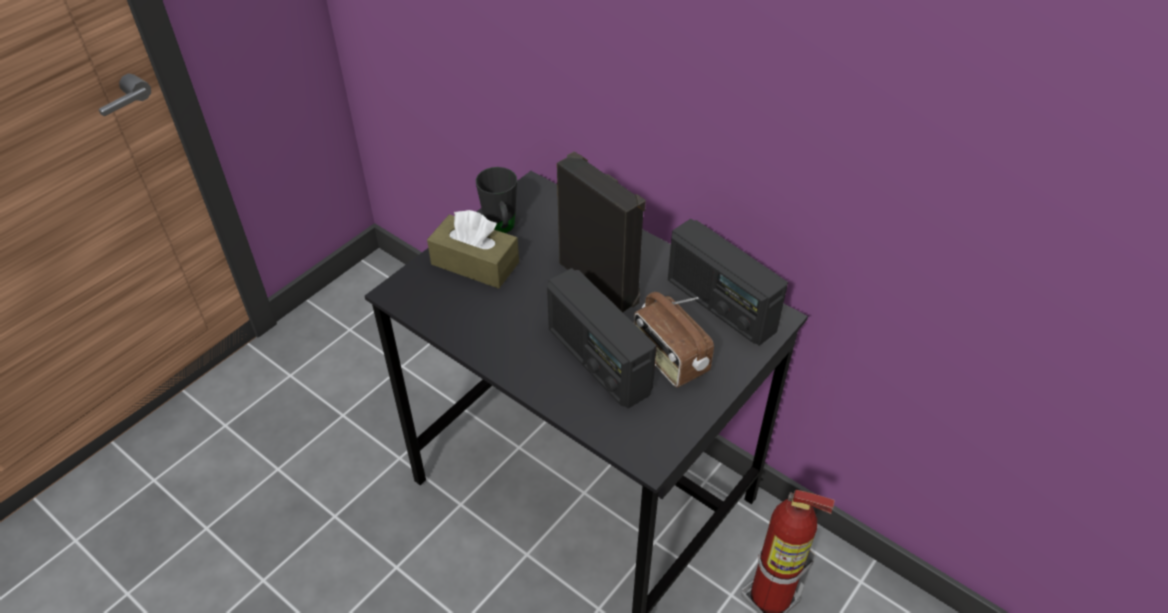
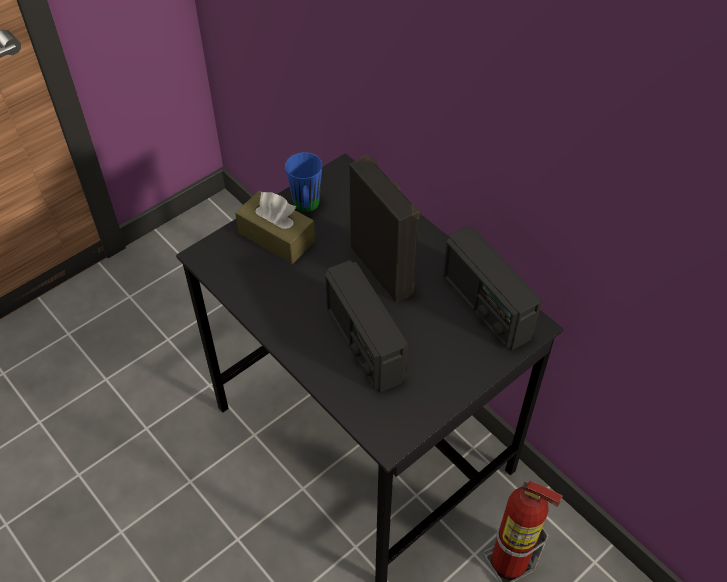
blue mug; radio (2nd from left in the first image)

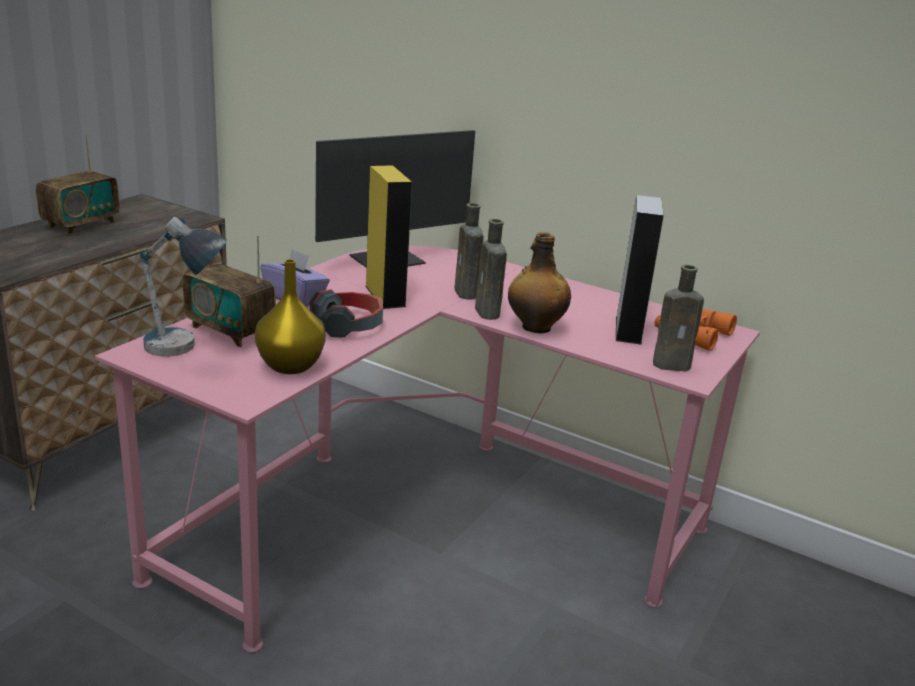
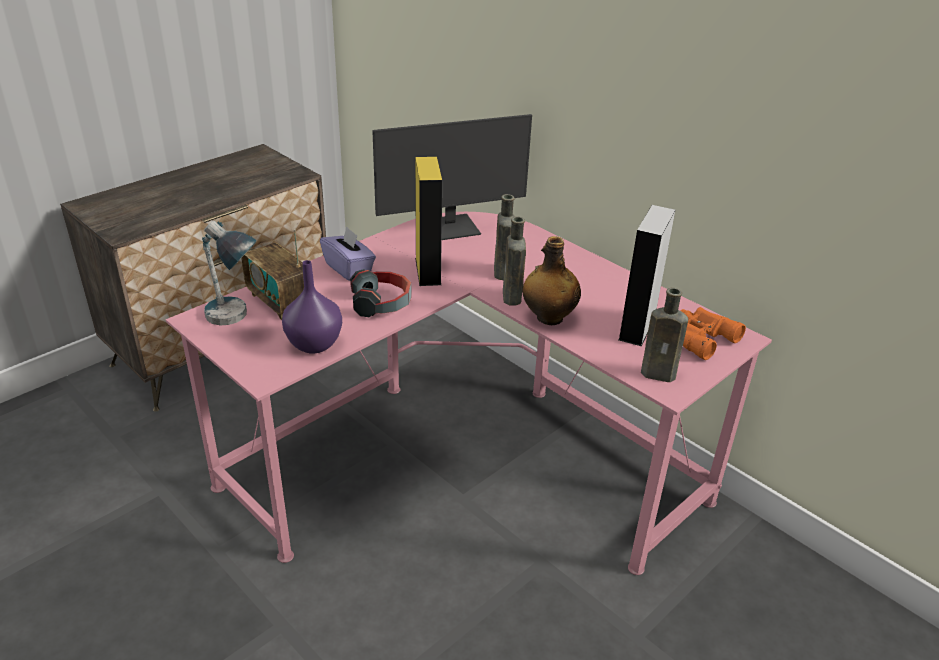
purple vase; radio (1st from left in the first image)

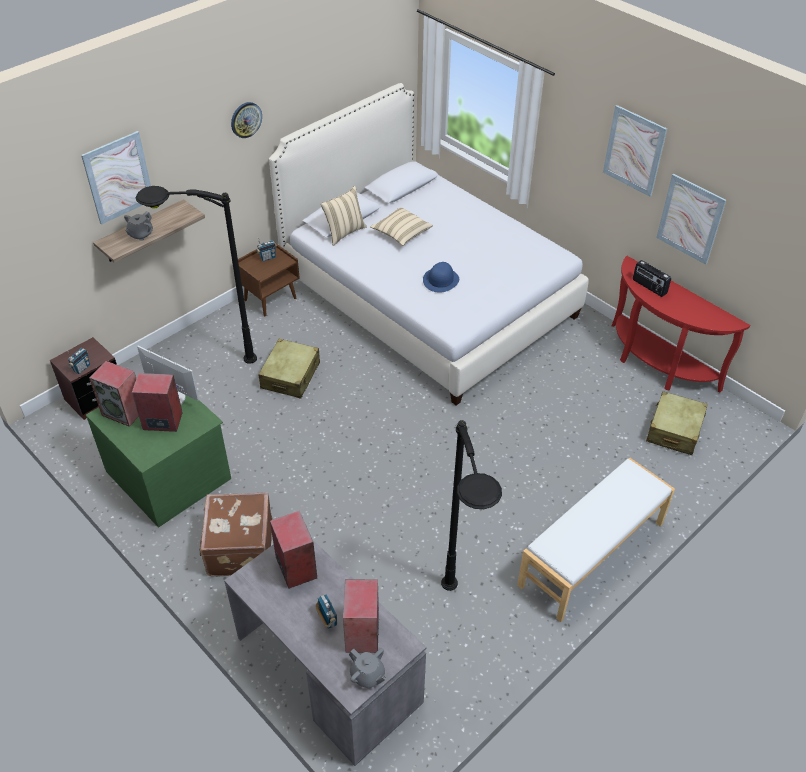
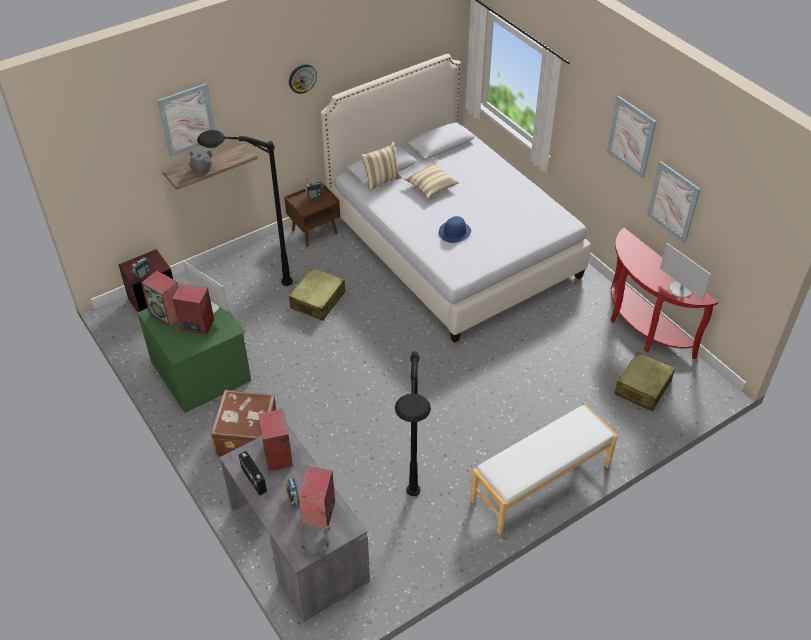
radio (2nd from left); monitor (2nd from left)

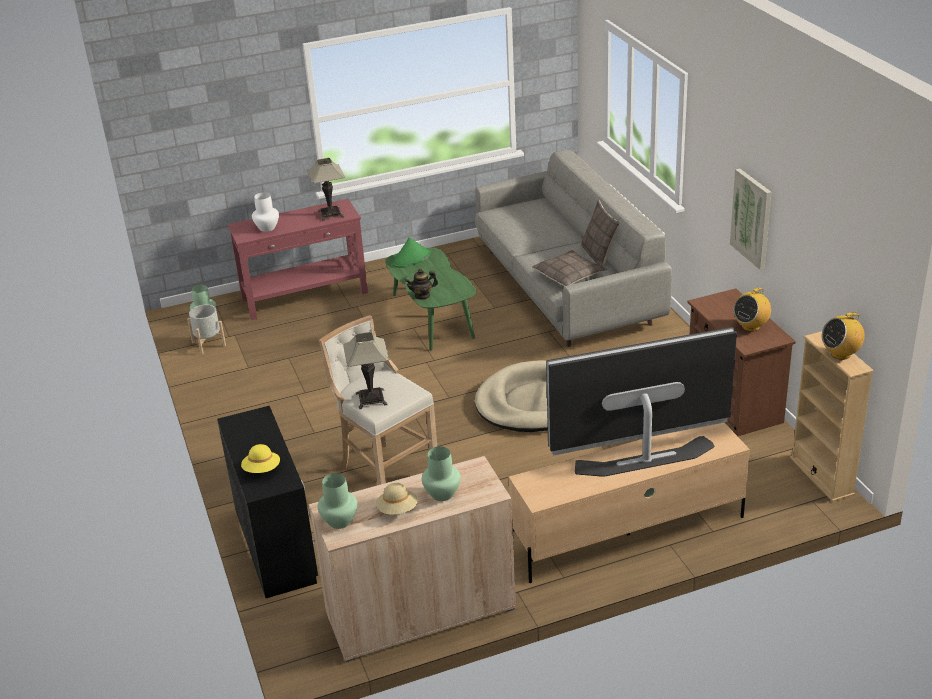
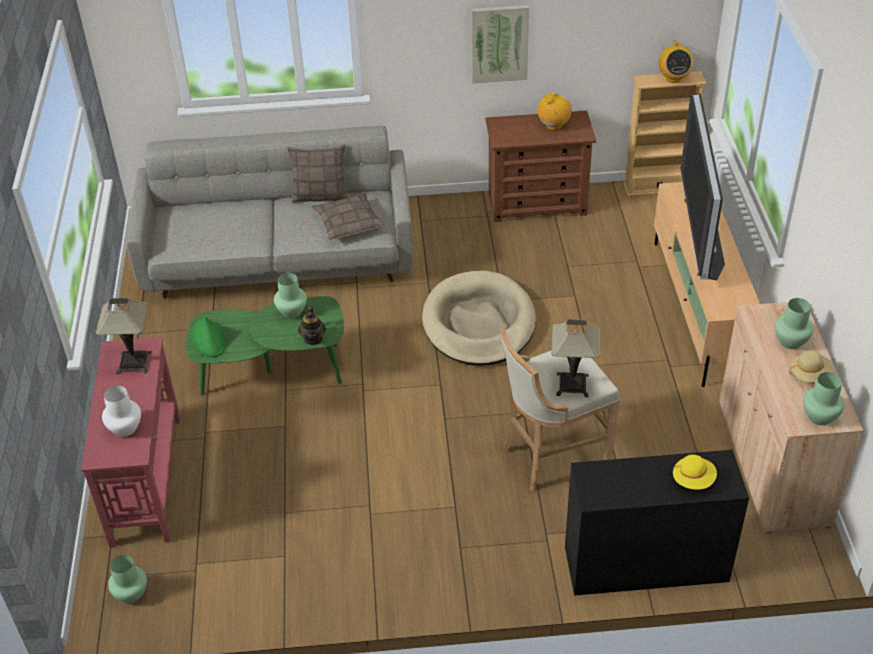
green vase (2nd from left); radio (1st from left); grey planter

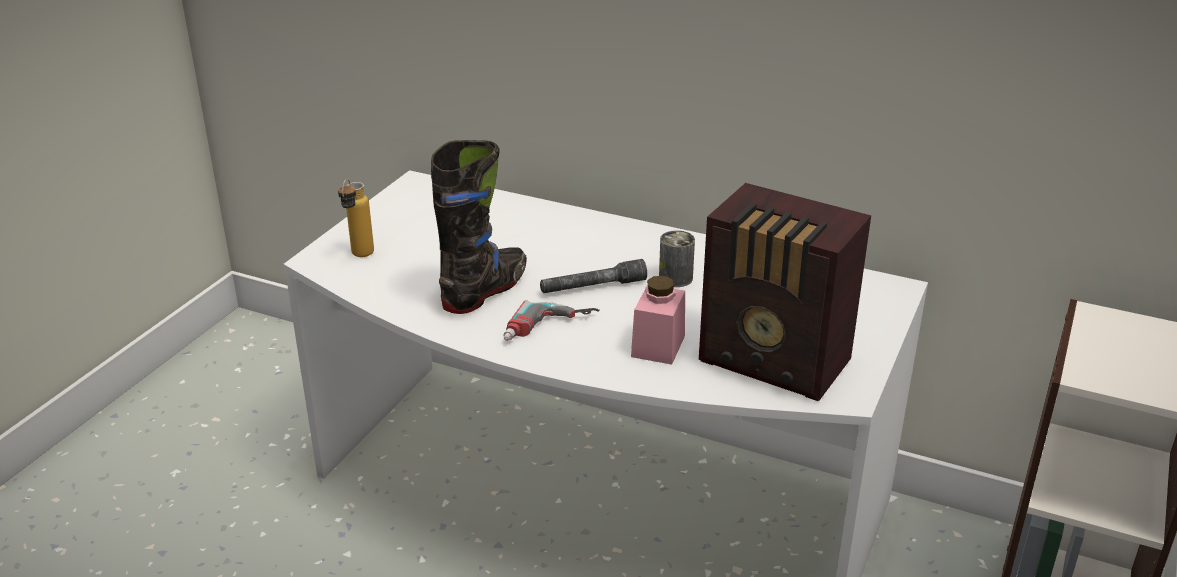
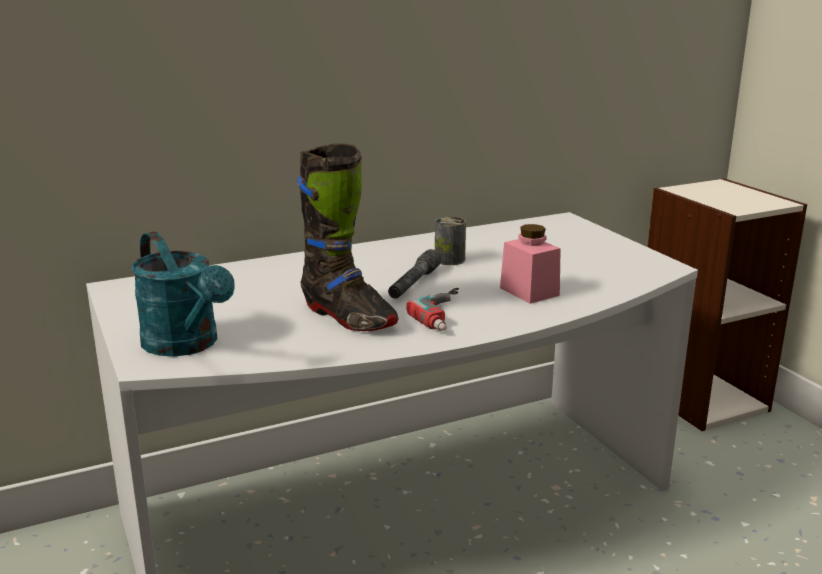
turquoise watering can; black boot; radio

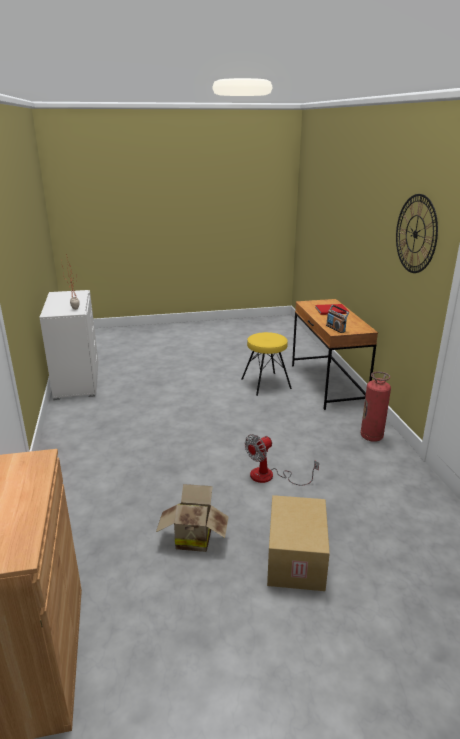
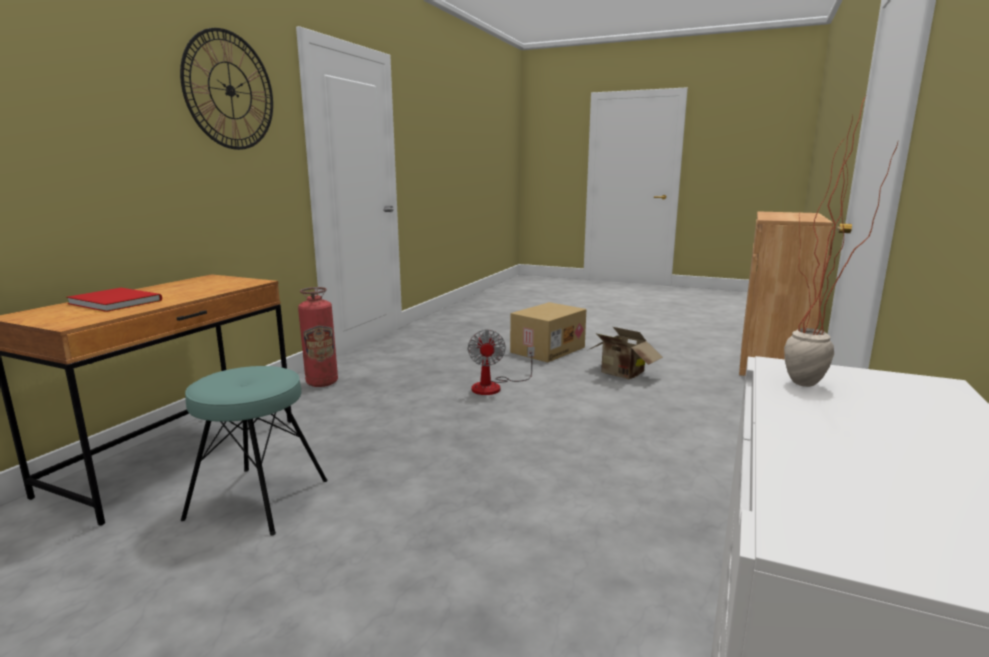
turquoise stool; fan; radio

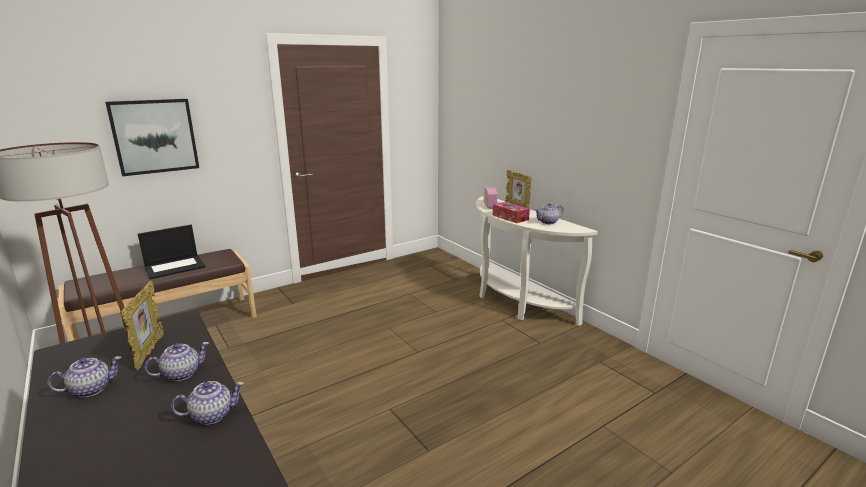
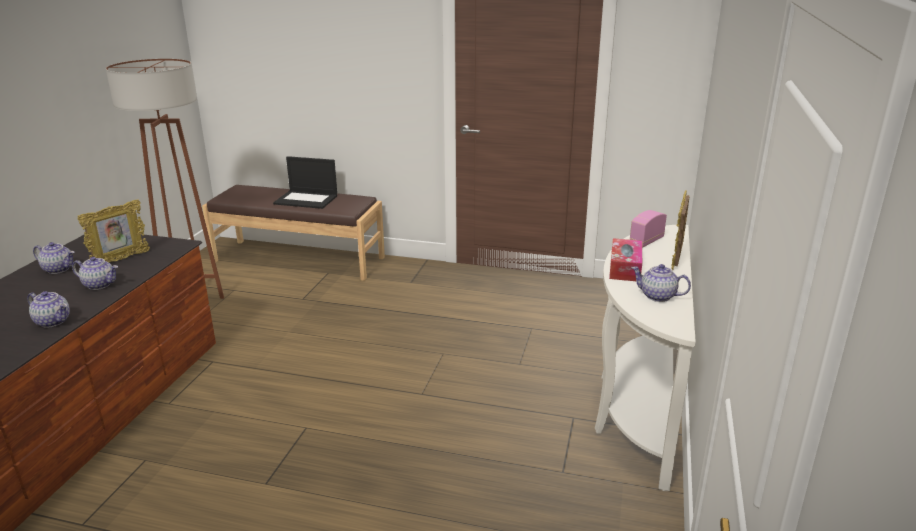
picture

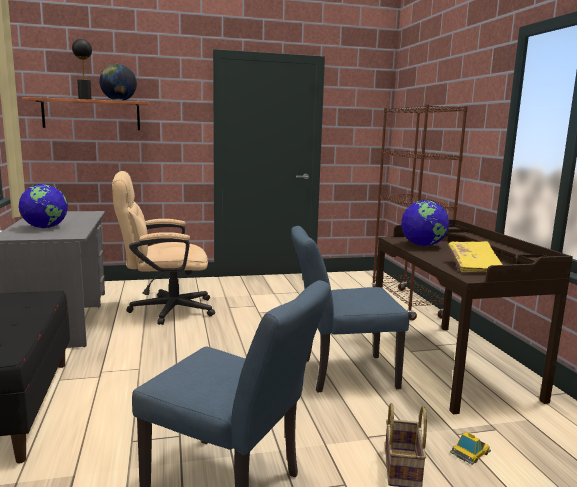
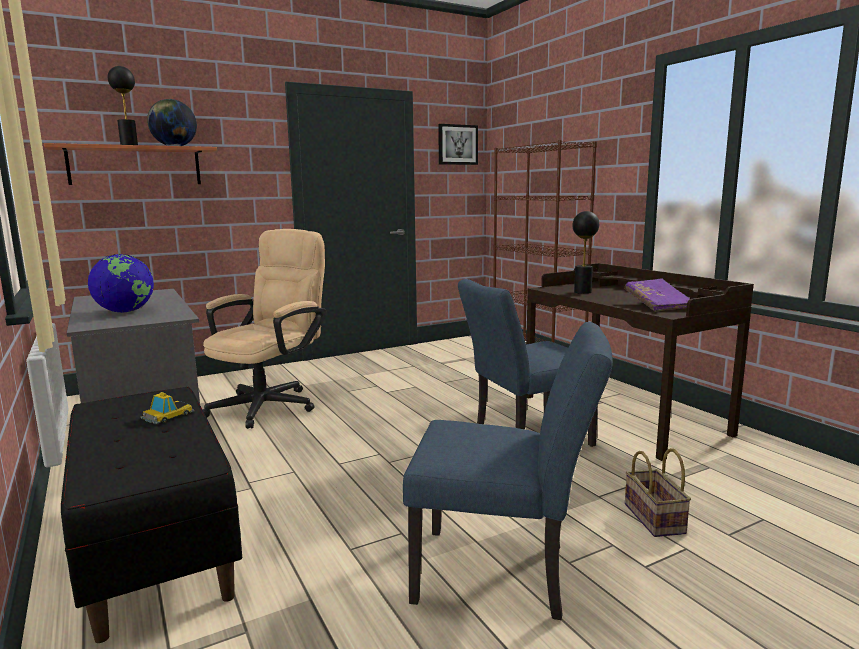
toy car; beige office chair; picture; black table lamp (2nd from left); purple book

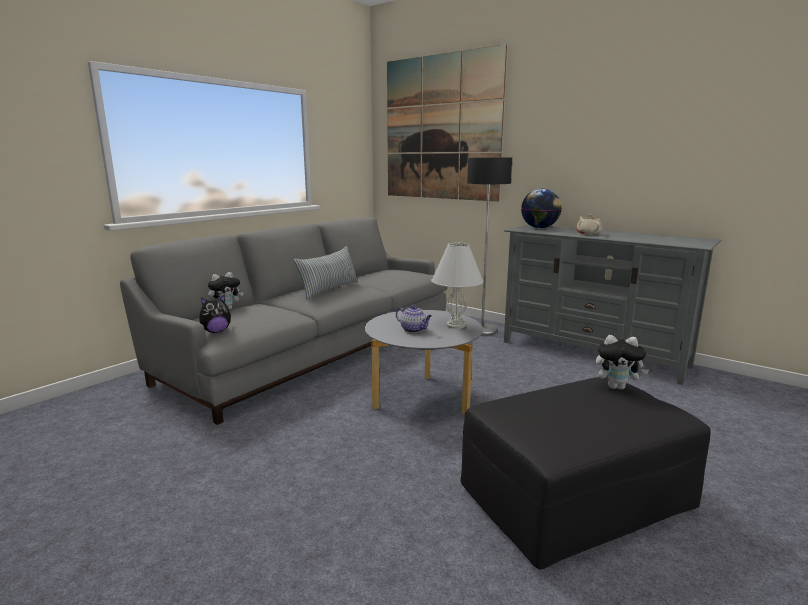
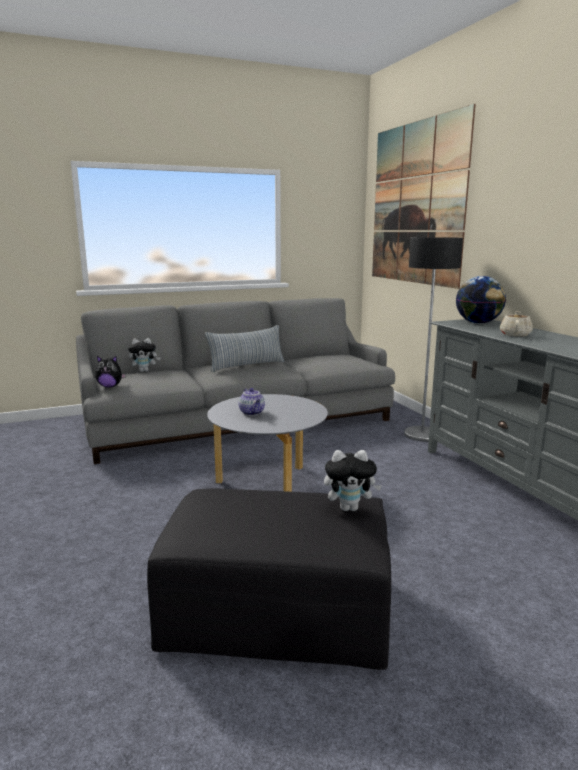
plush toy (3rd from left); white table lamp

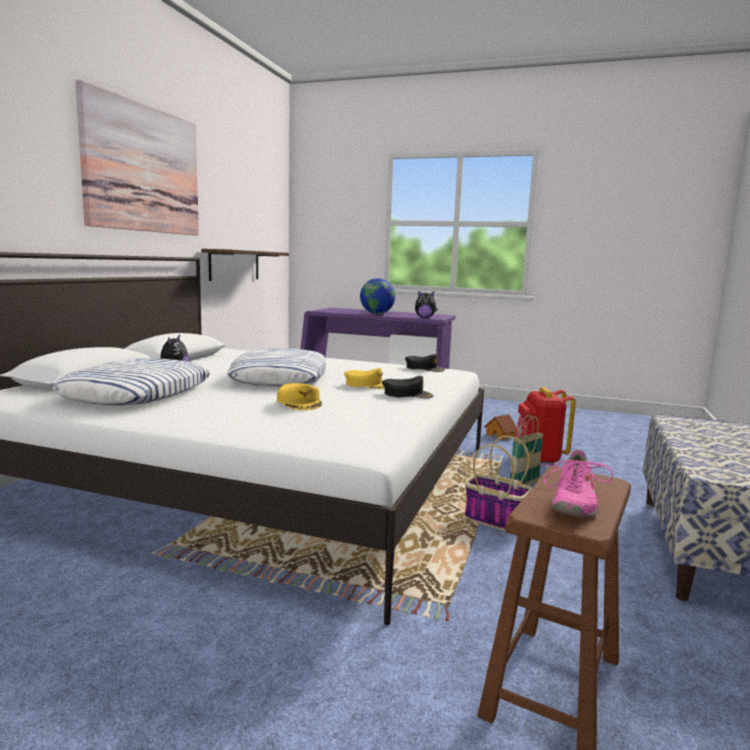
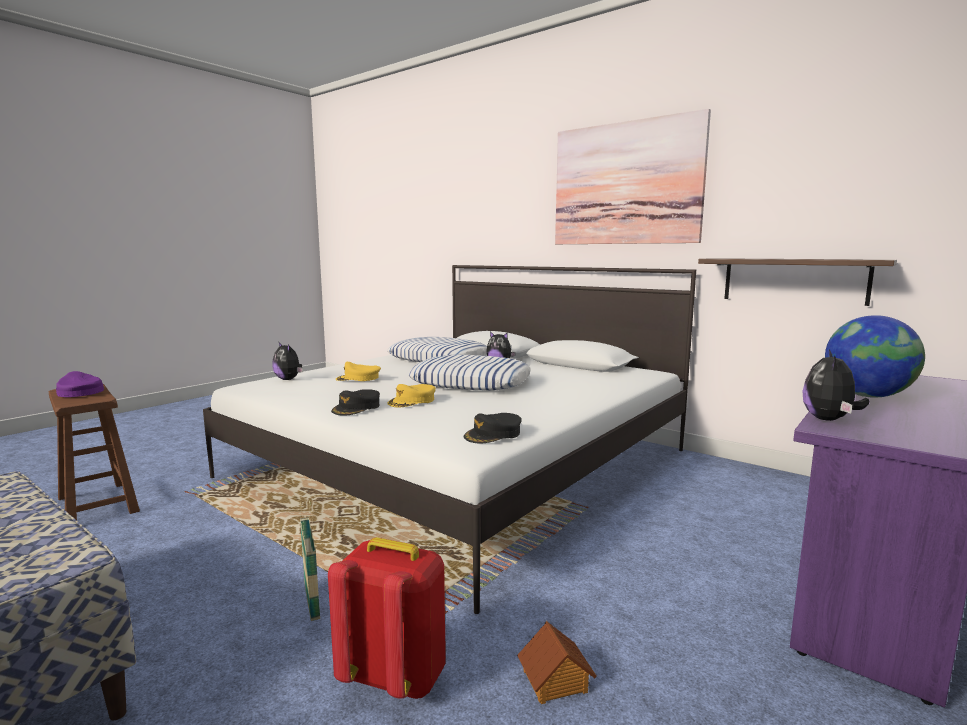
purple cap; plush toy (1st from left); basket (1st from left in the first image)

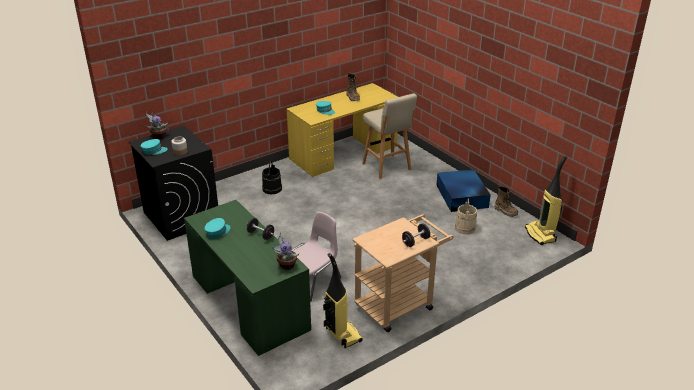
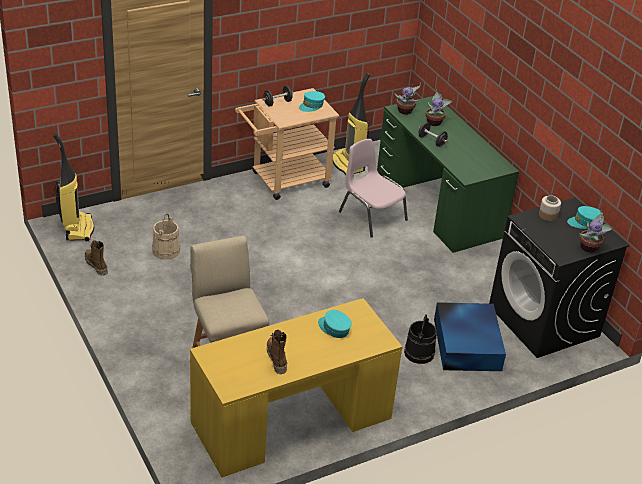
turquoise cap (1st from left); pink chair; potted plant (2nd from left); blue storage box

